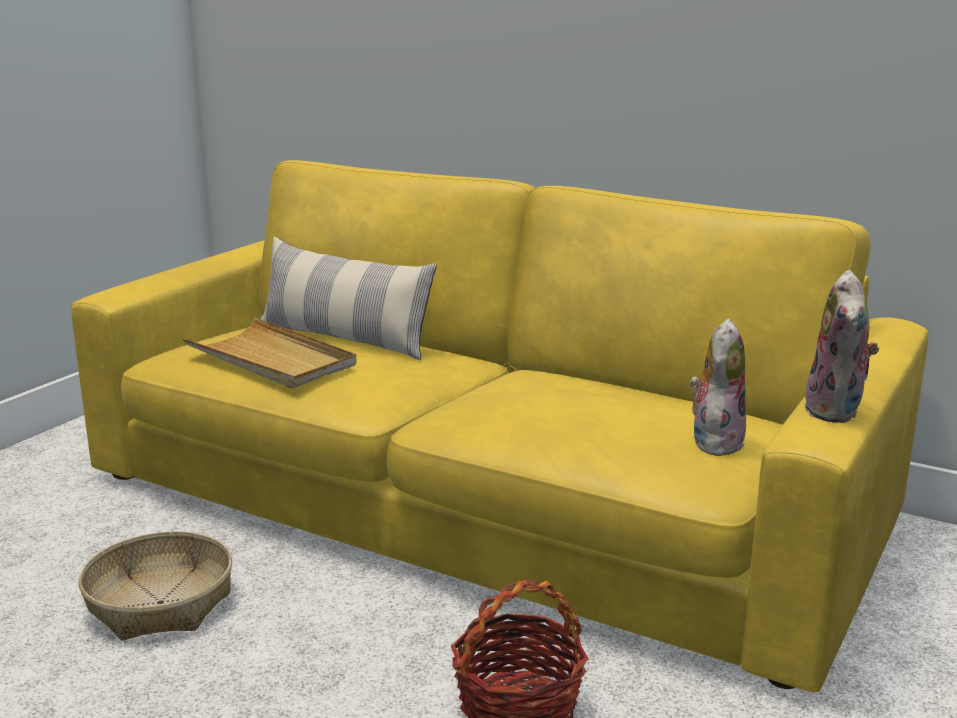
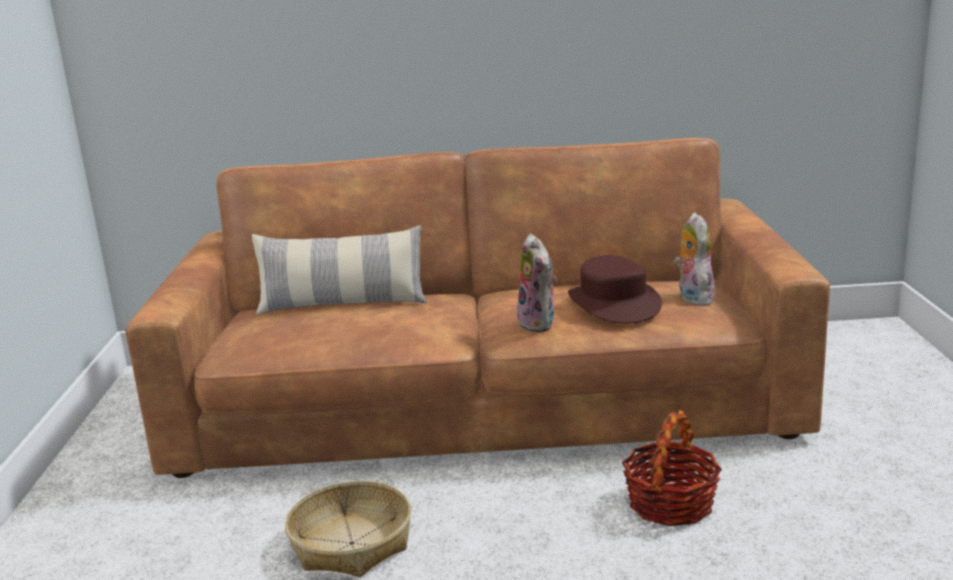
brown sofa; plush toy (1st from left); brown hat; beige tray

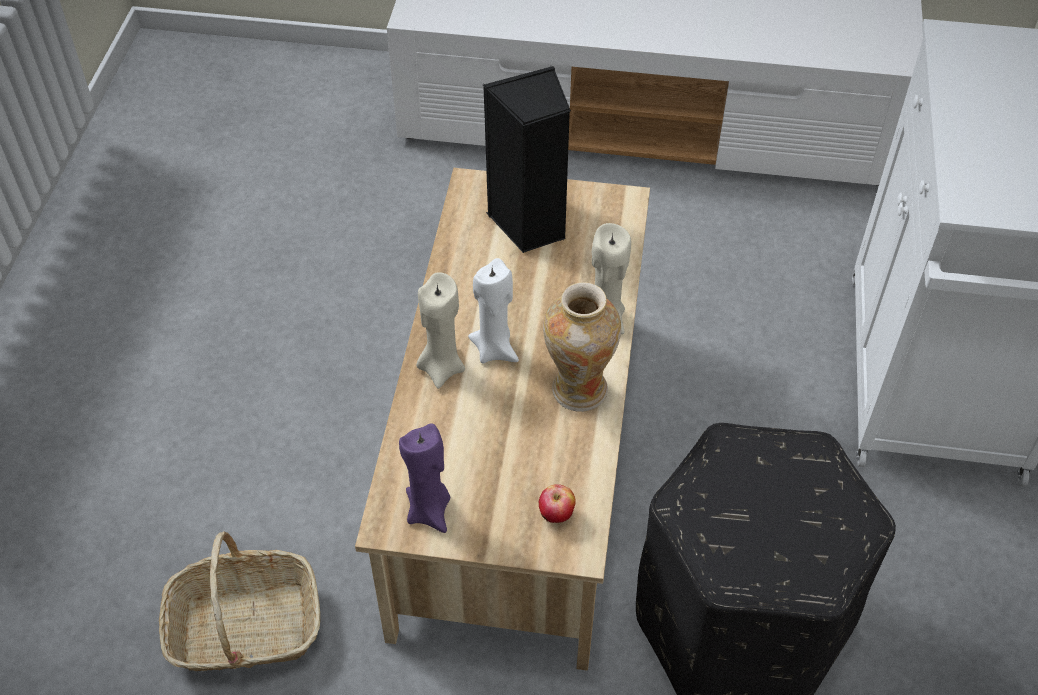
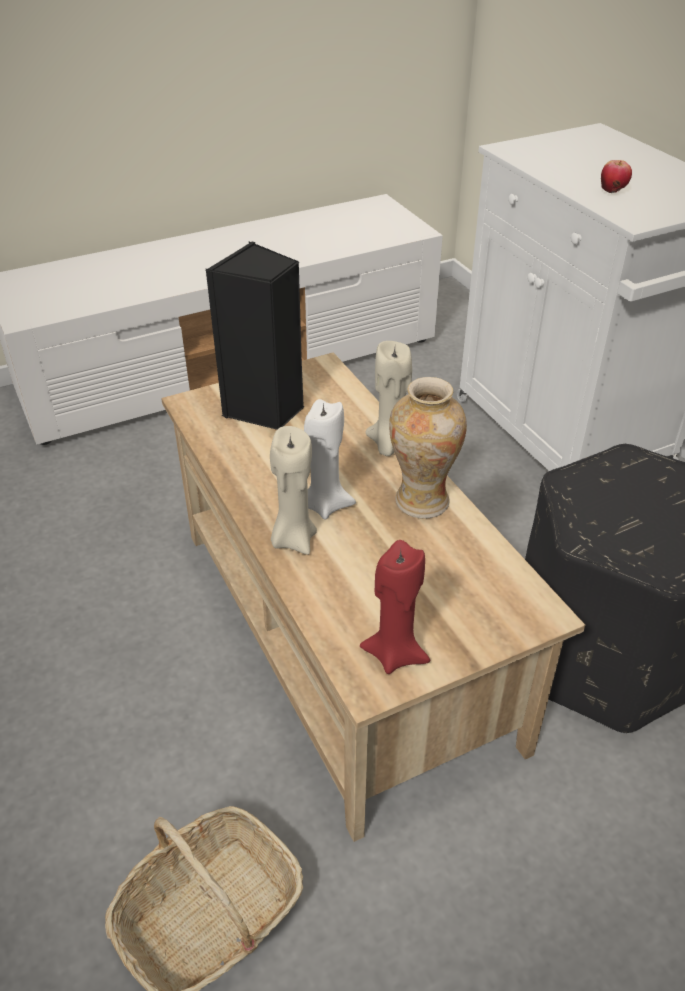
red candle; apple

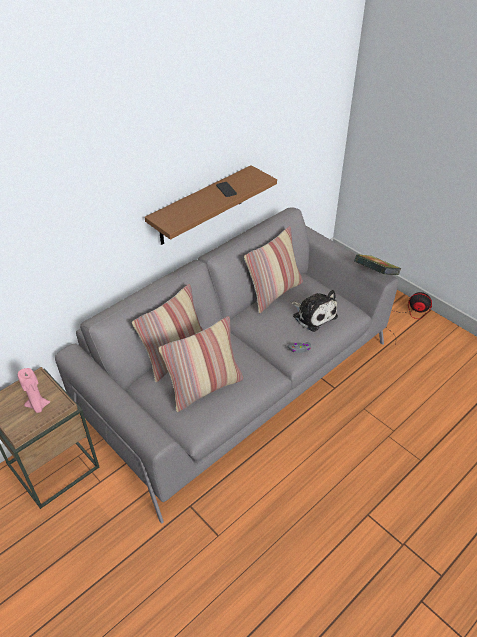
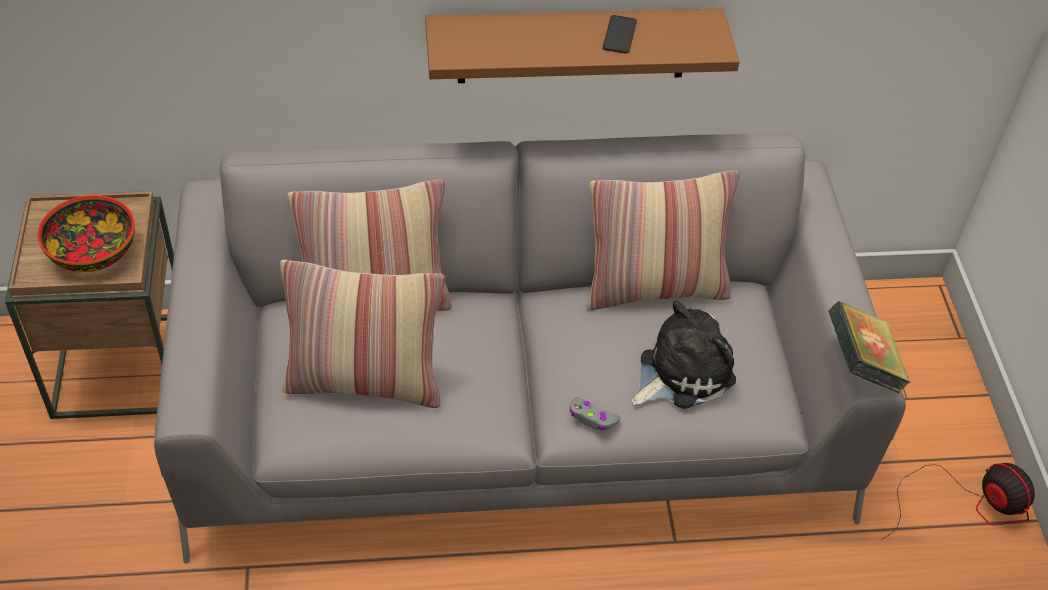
bowl; plush toy

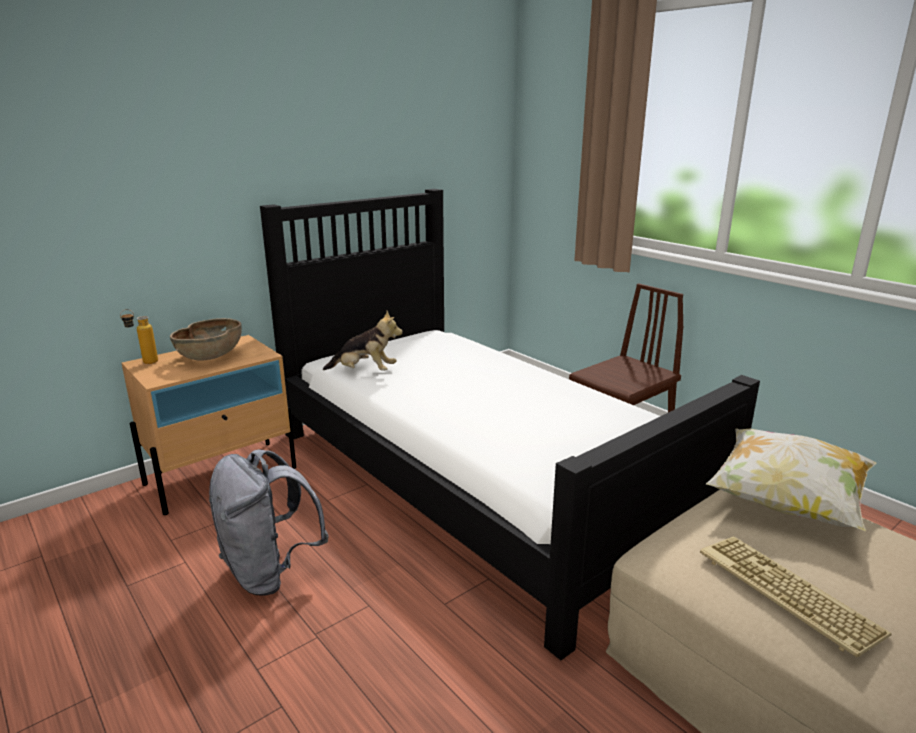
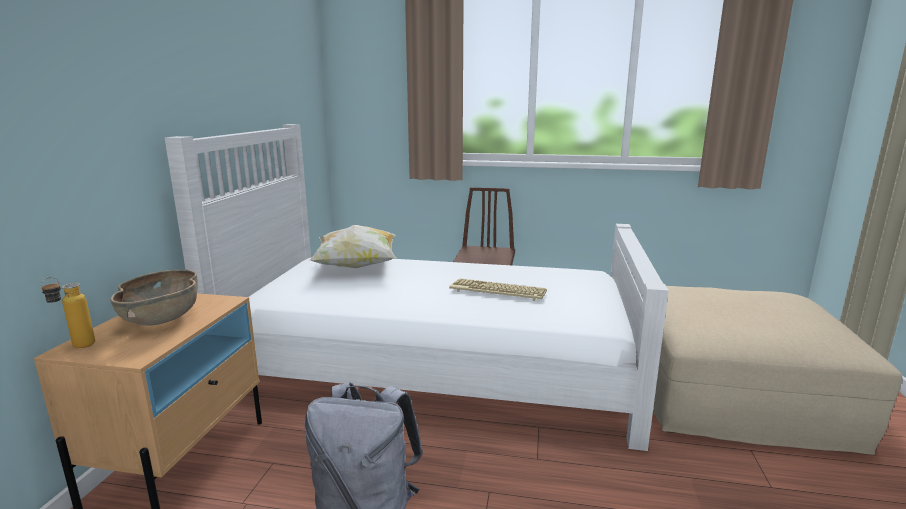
white bed; pillow; keyboard; plush toy

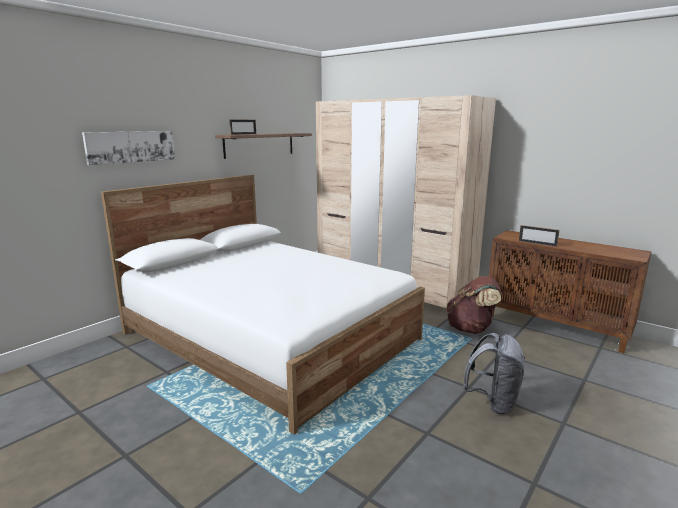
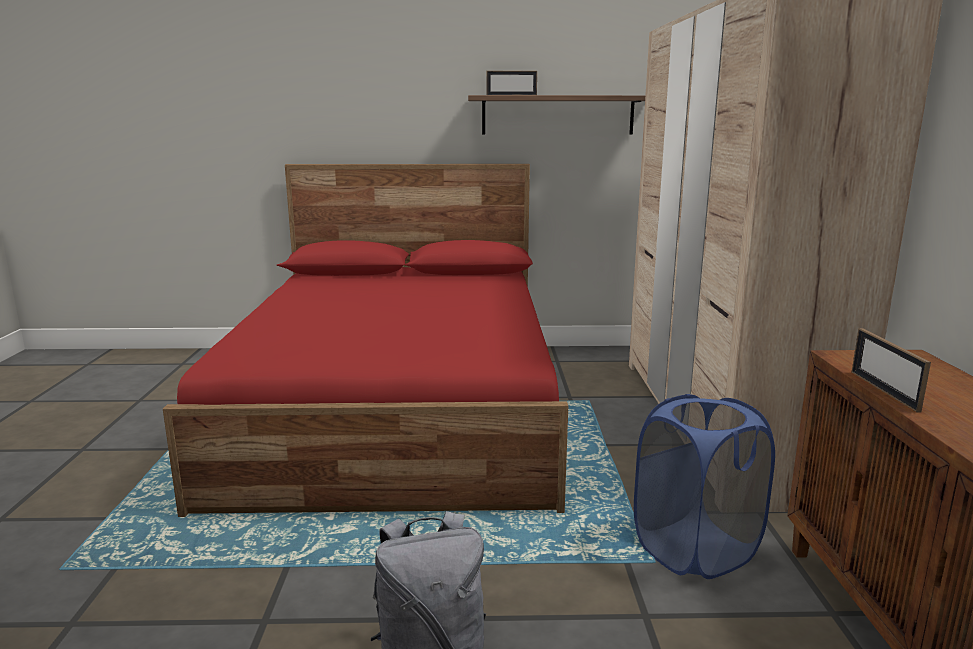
red bed; blue laundry basket; picture

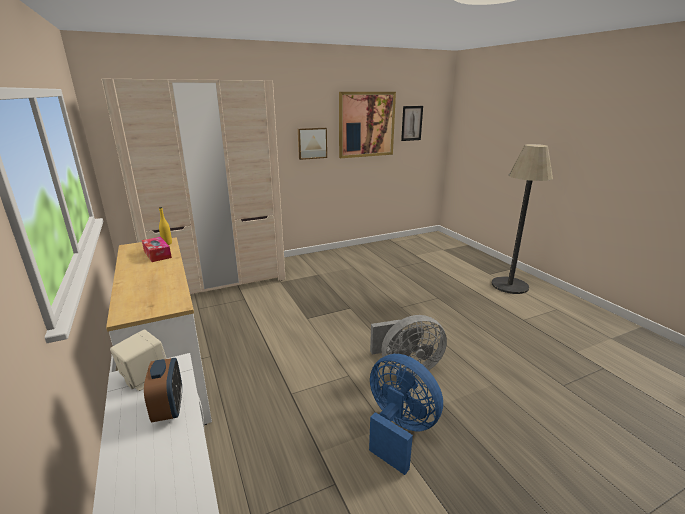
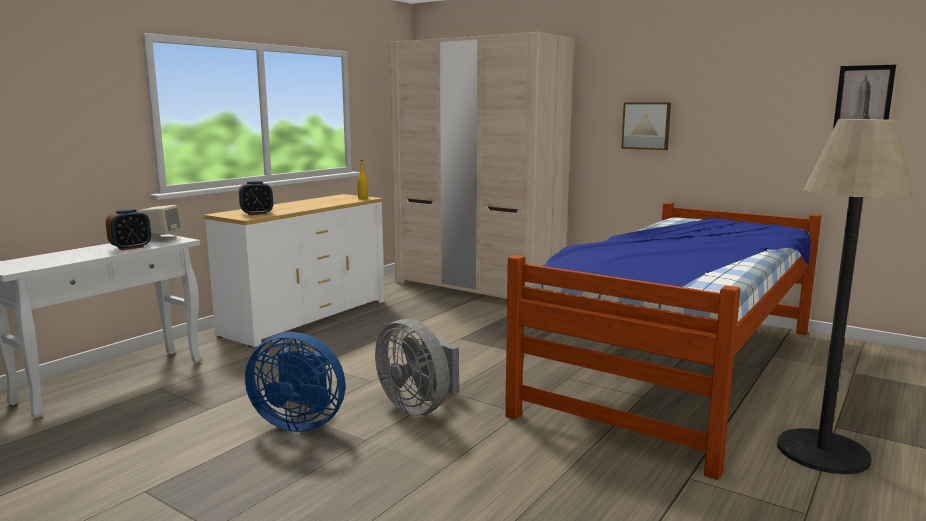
alarm clock (2nd from left); blue fan; bed; tissue box; picture (2nd from left in the first image)

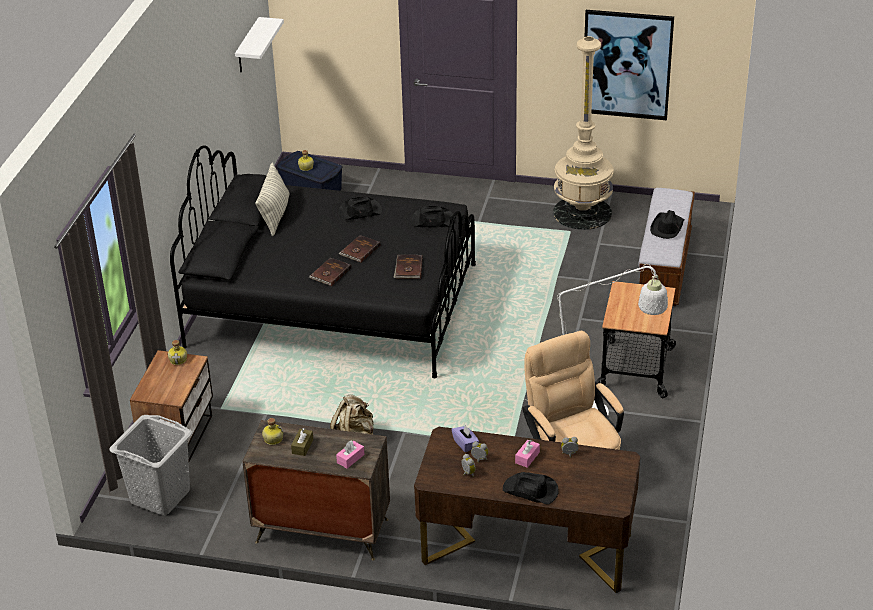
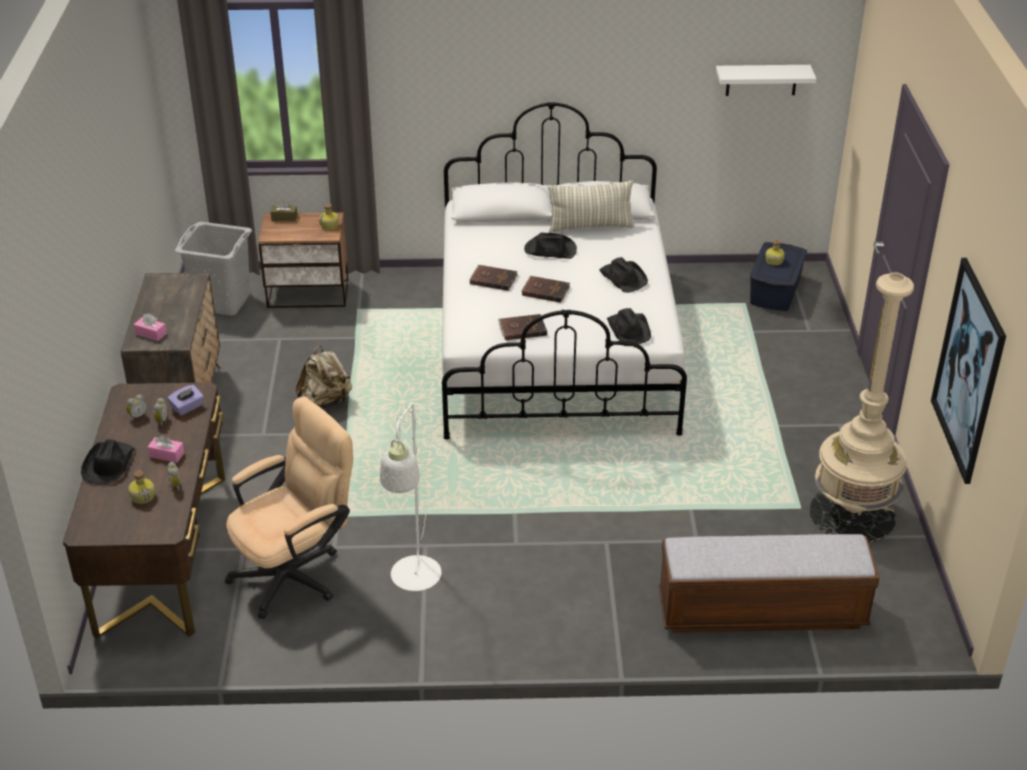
bottle (1st from left); brown tissue box; white bed; black hat (2nd from left); cart

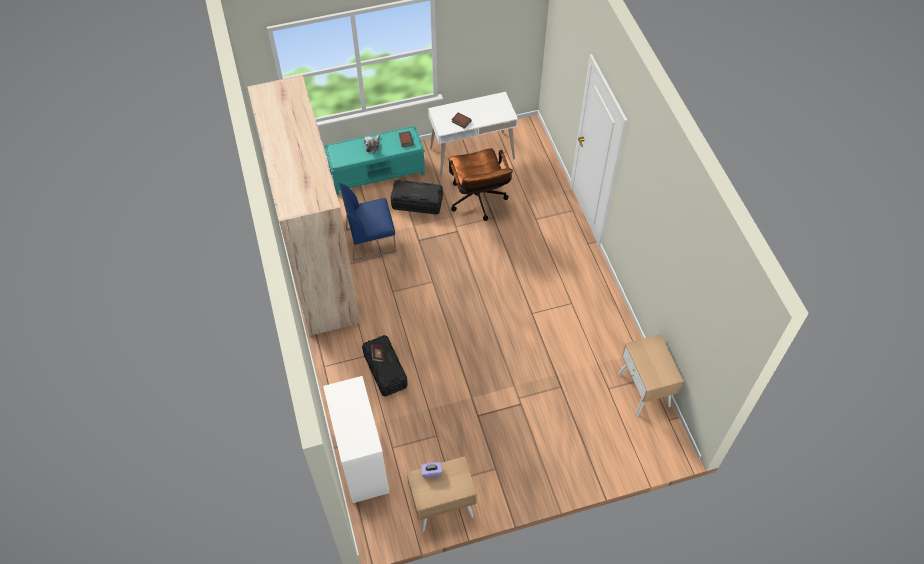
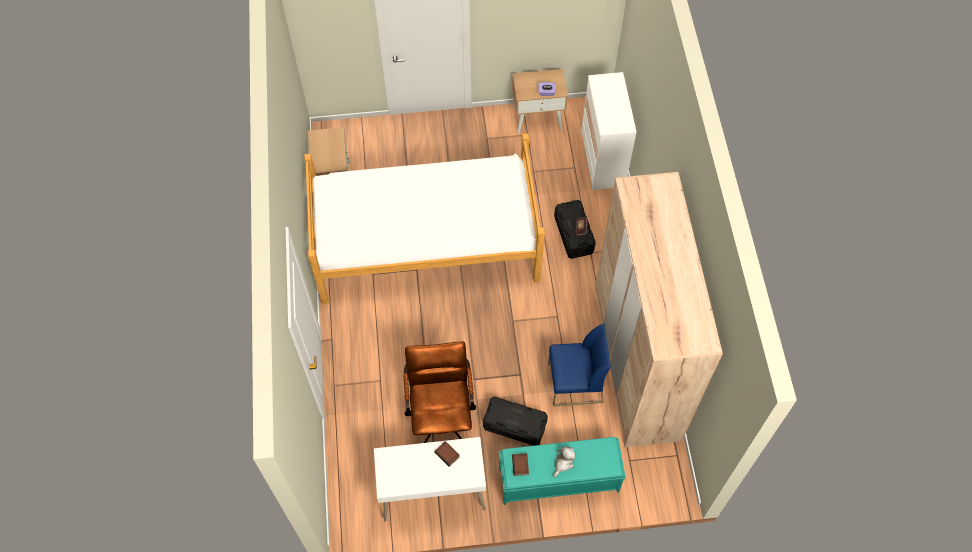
bed

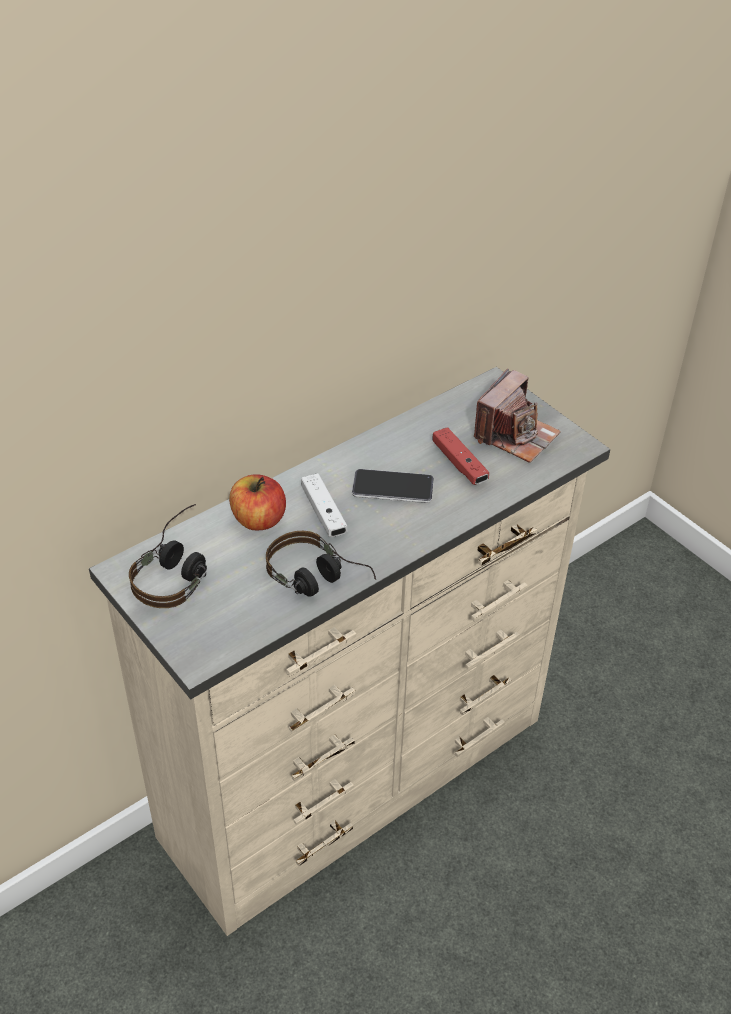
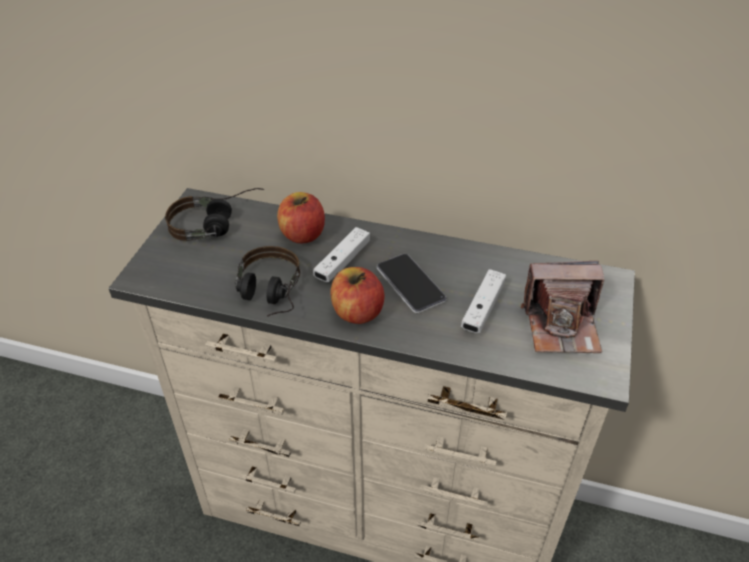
apple (2nd from left); white game controller (2nd from left)

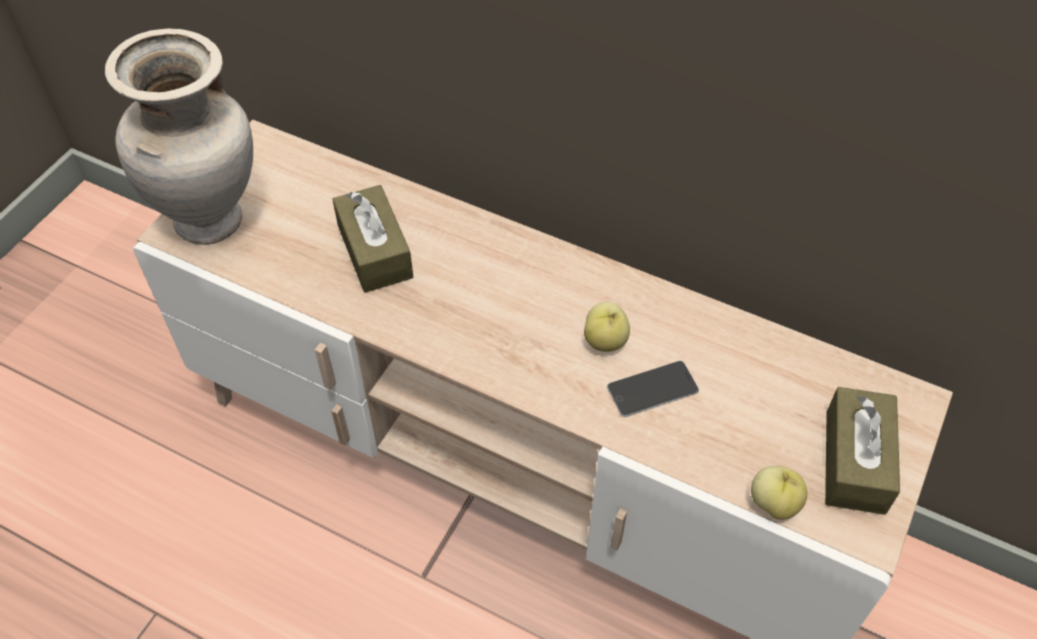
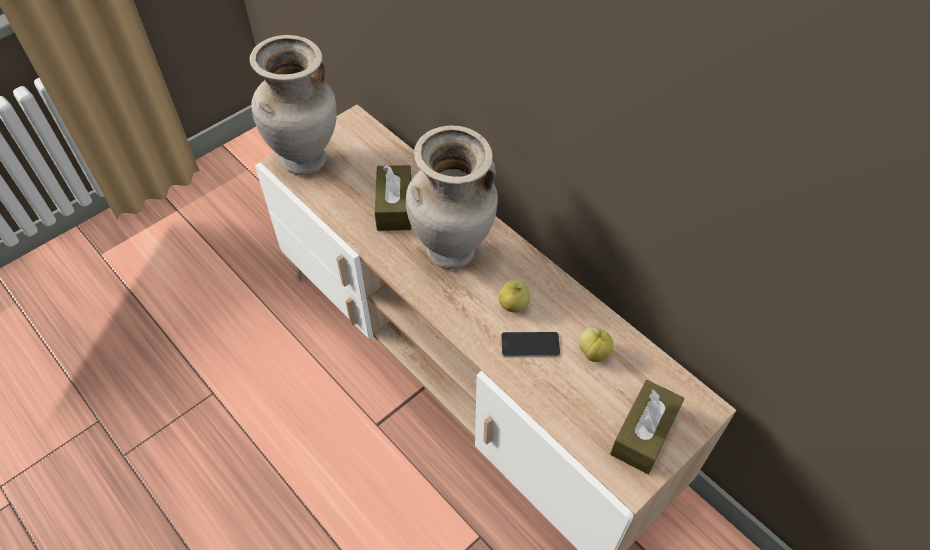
beige vase (2nd from left); apple (2nd from left)

